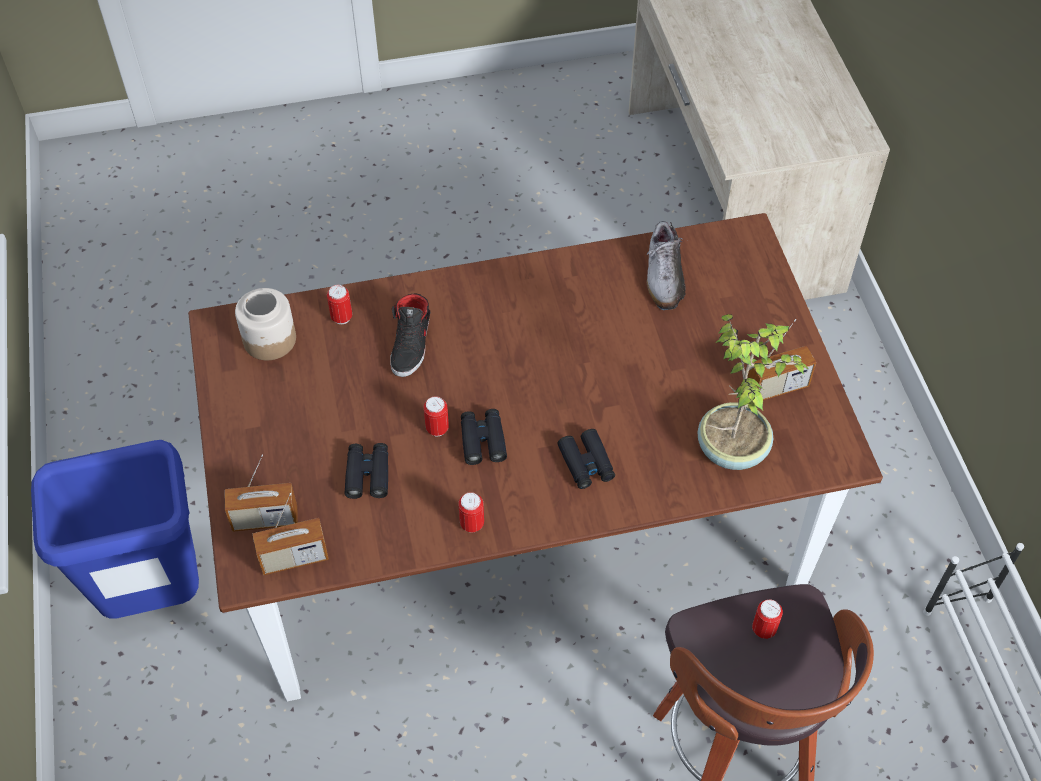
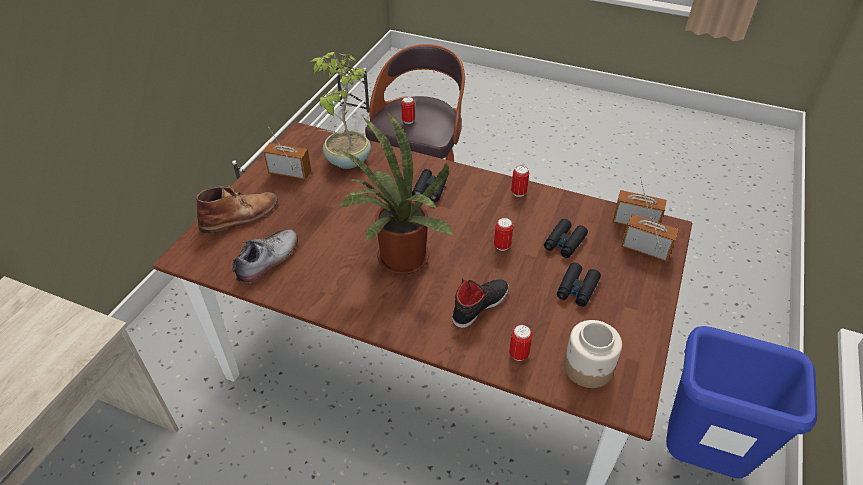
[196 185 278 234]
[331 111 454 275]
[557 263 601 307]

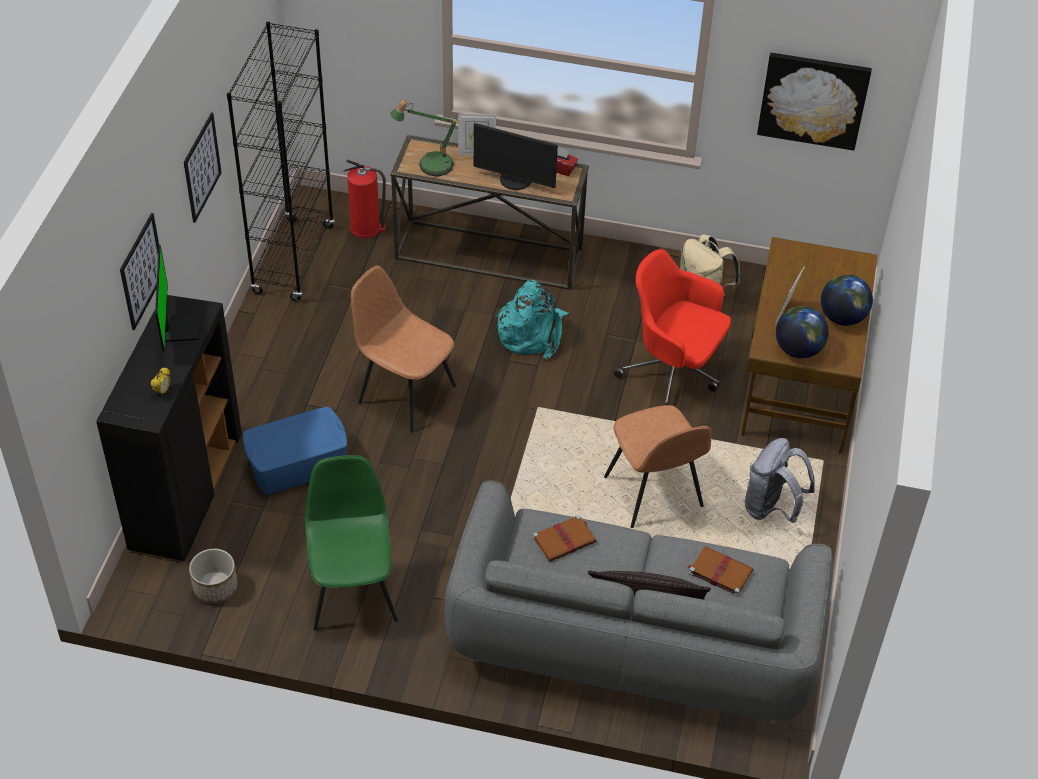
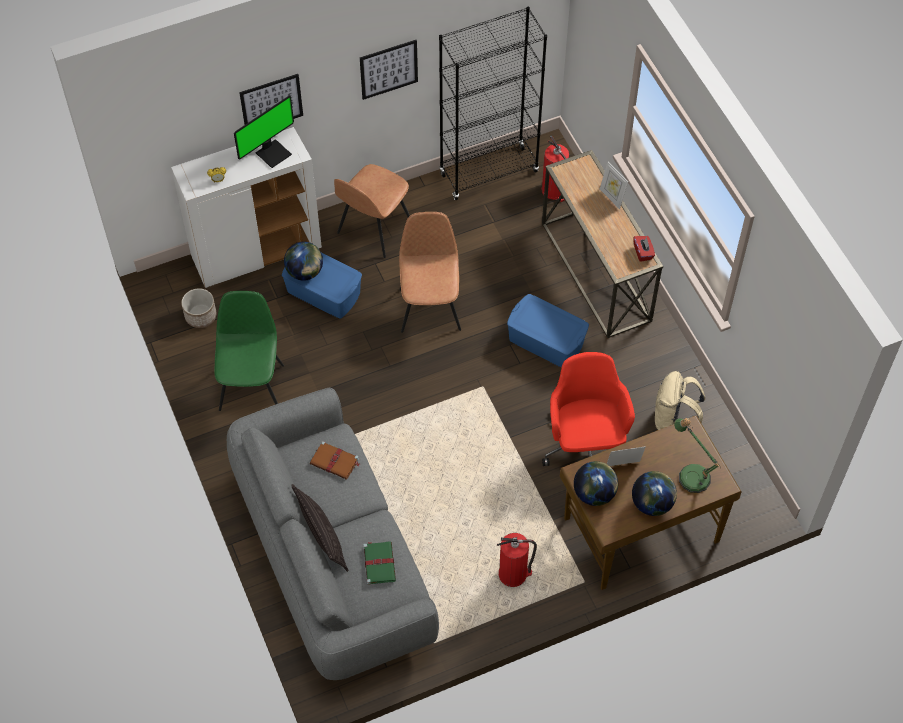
[171 127 322 288]
[214 291 284 411]
[284 242 323 281]
[334 164 410 258]
[363 542 396 585]
[497 533 537 587]
[507 294 589 368]
[674 418 721 493]
[474 123 558 190] (first image)
[757 53 872 151] (first image)

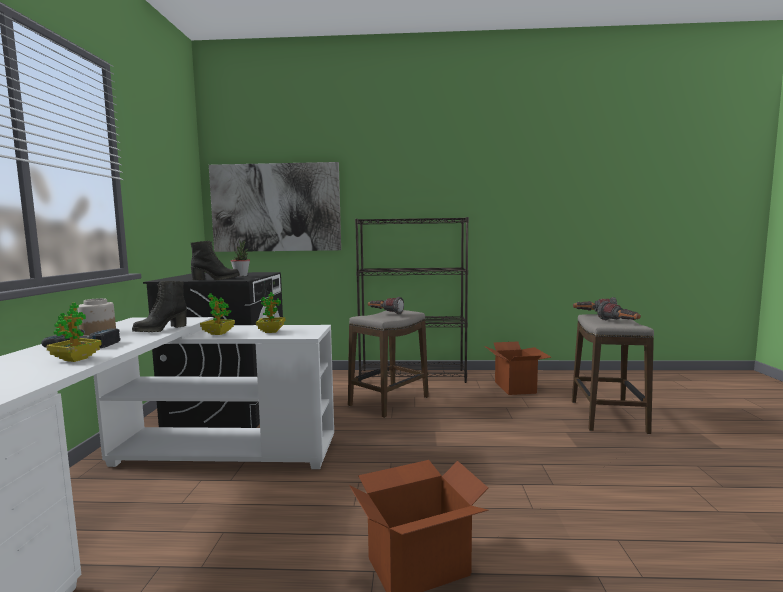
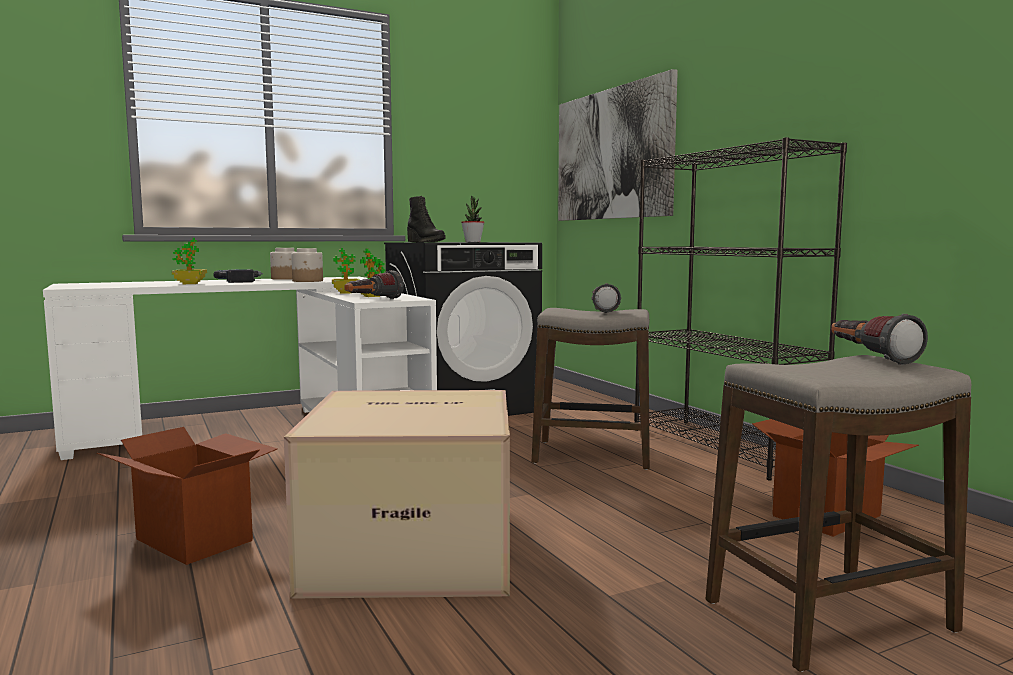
[284 390 510 599]
[291 248 323 282]
[344 270 404 299]

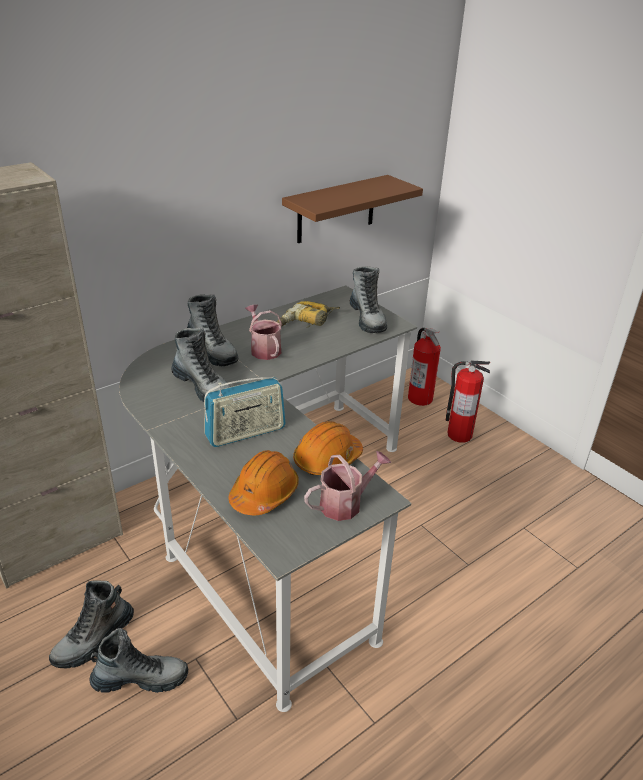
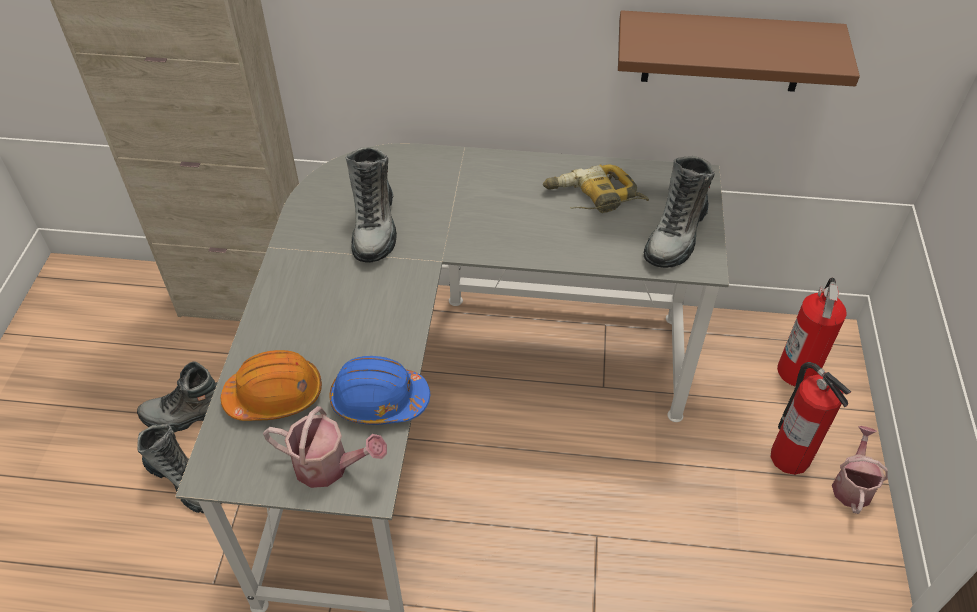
[330 356 430 425]
[832 426 887 514]
[187 294 239 366] (first image)
[204 377 286 447] (first image)

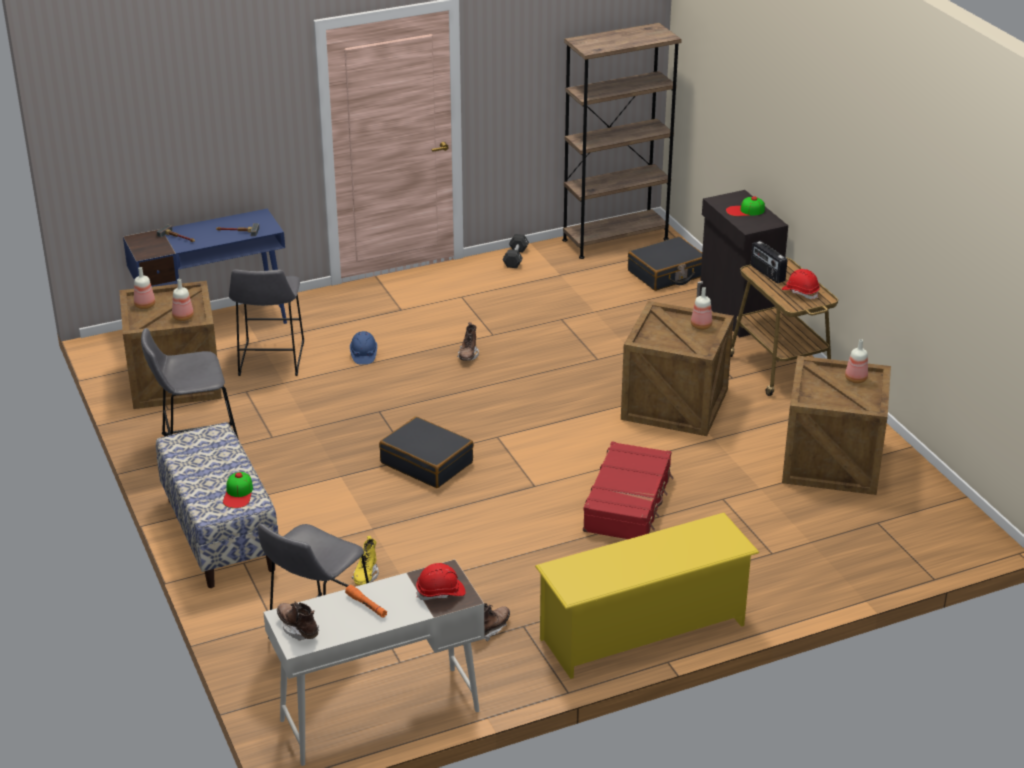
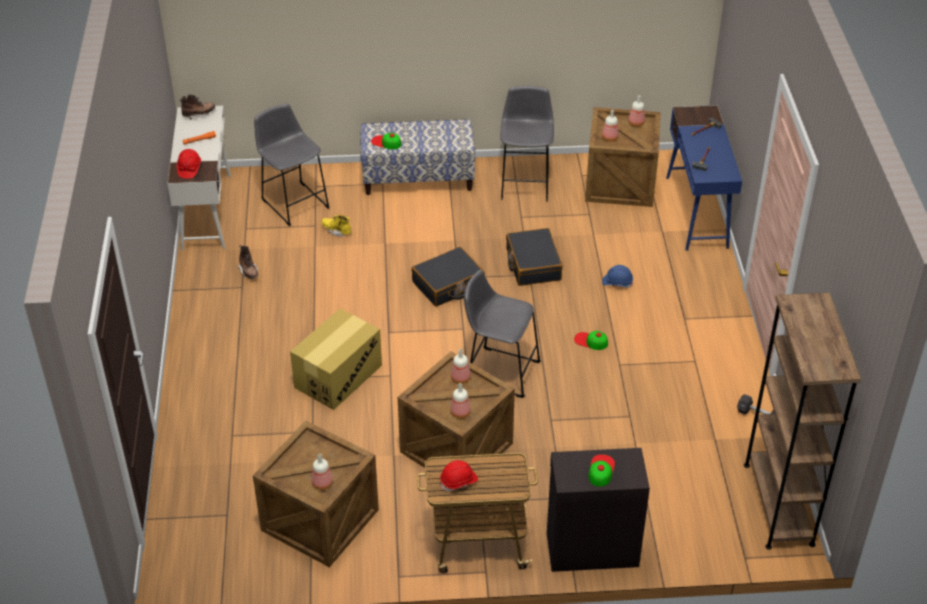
[290 308 382 410]
[451 349 471 384]
[464 270 541 398]
[506 228 563 286]
[574 331 608 350]
[535 513 759 679] (first image)
[751 241 787 283] (first image)

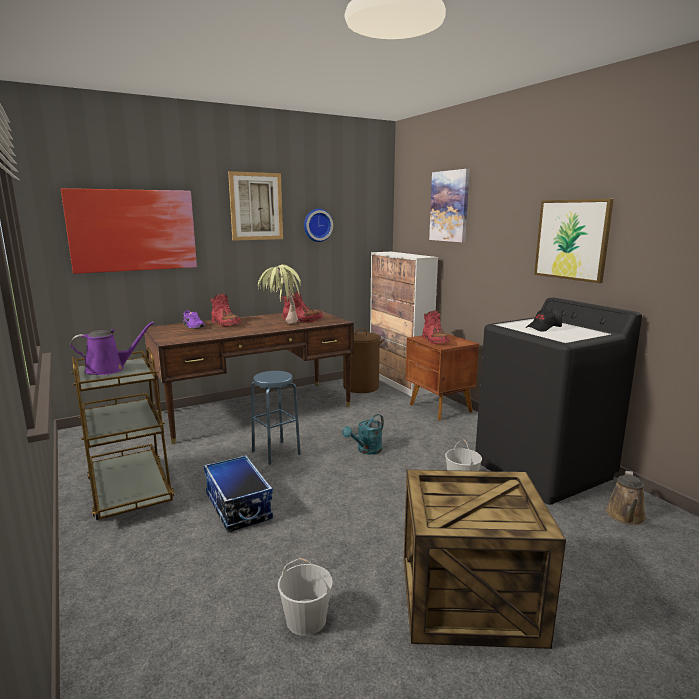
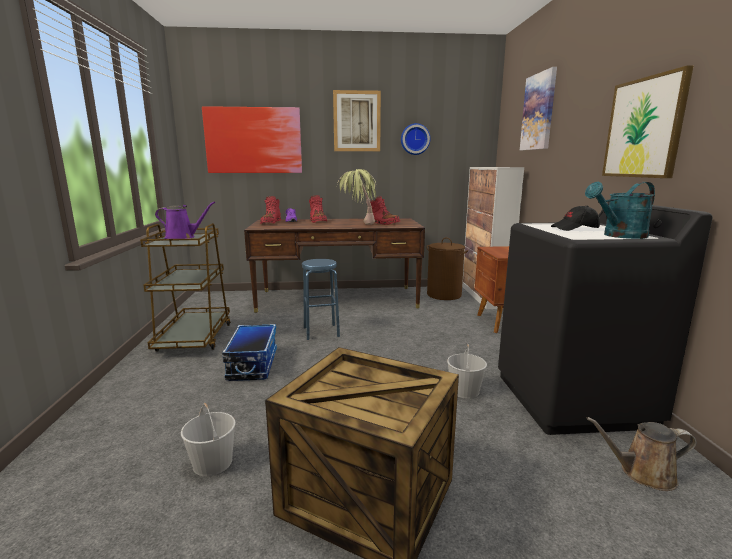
[260 196 281 224]
[585 182 655 239]
[586 417 697 491]

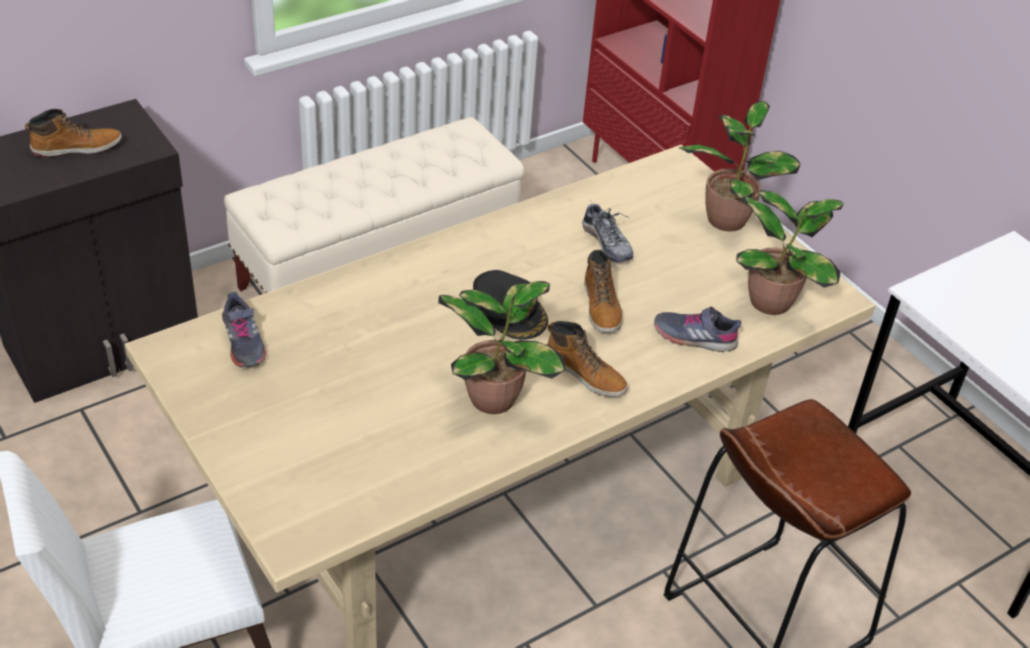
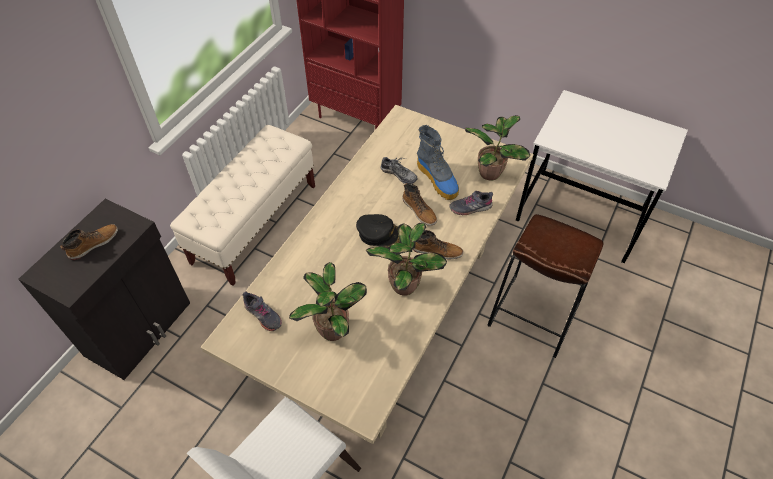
[289 262 367 341]
[417 125 459 200]

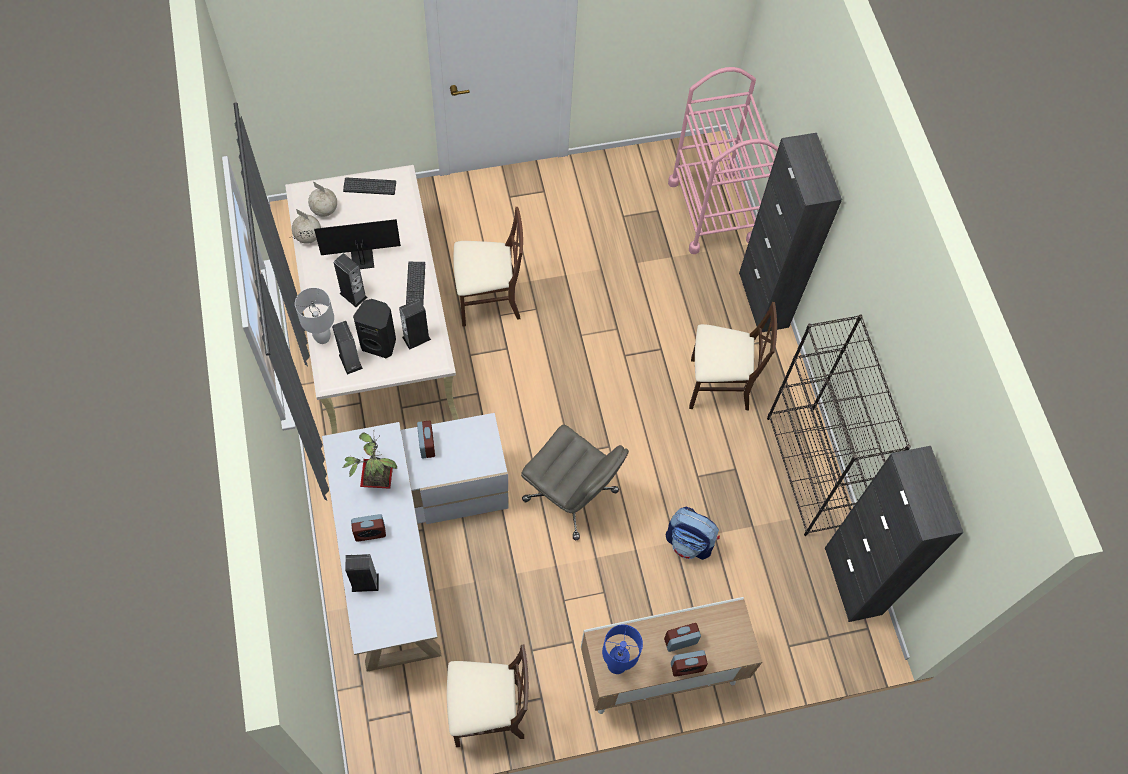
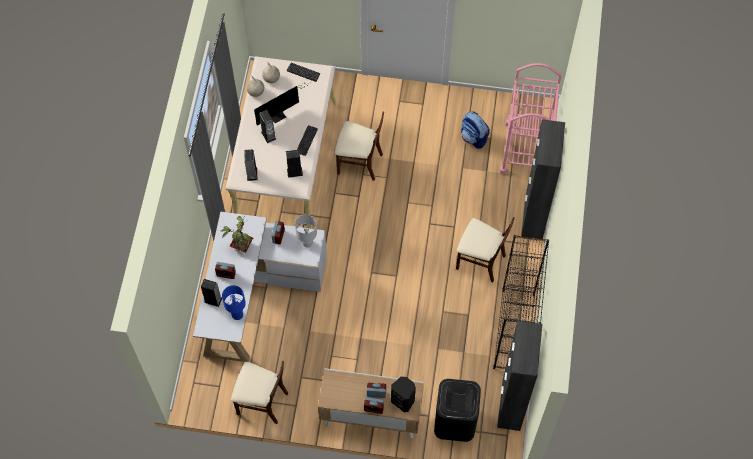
[222 285 246 320]
[254 84 306 126]
[295 215 317 248]
[391 377 416 412]
[434 379 481 442]
[461 111 490 149]
[521 425 629 540] (first image)

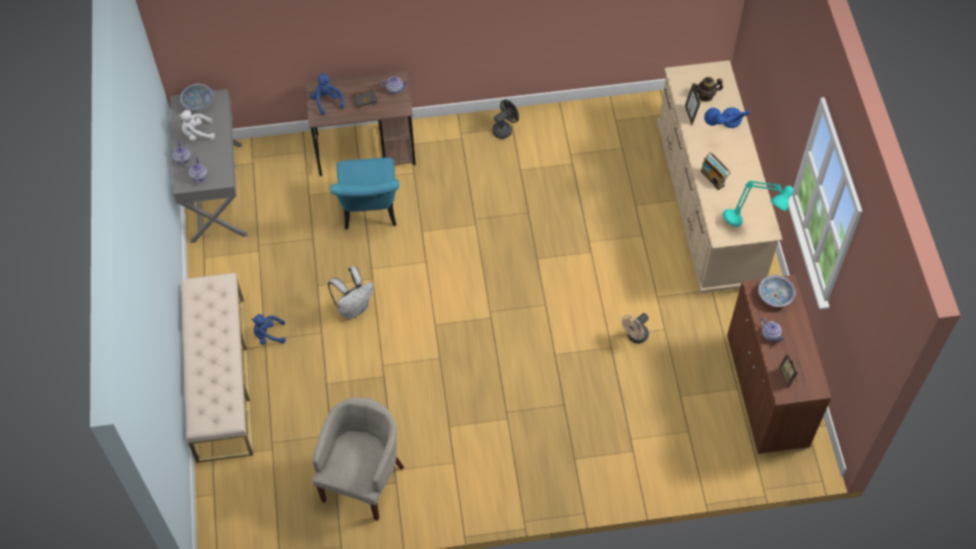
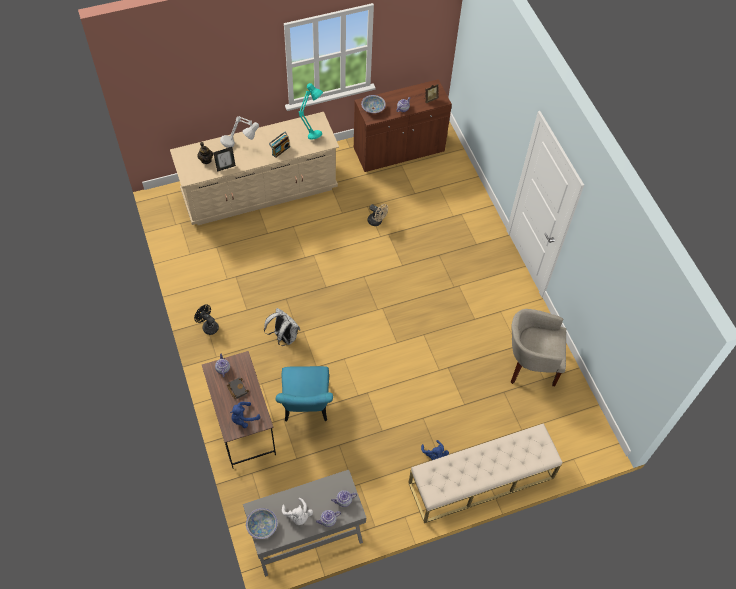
[220 116 259 148]
[264 308 300 346]
[276 366 333 422]

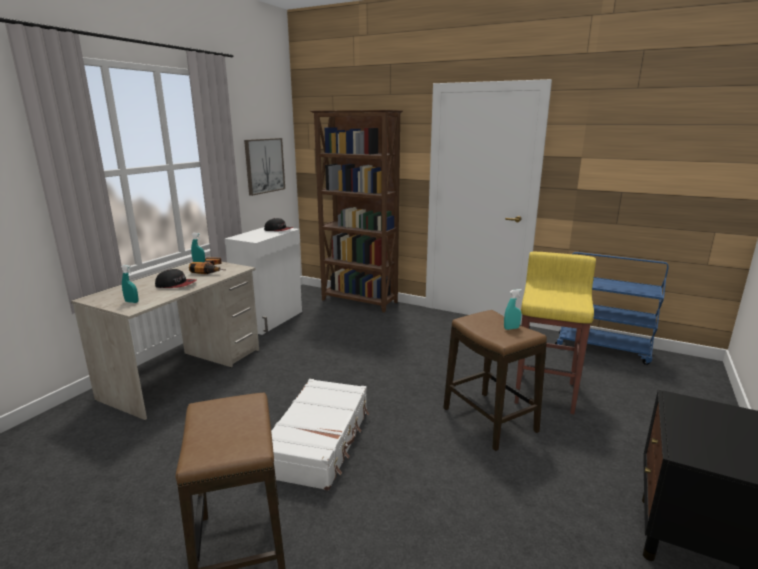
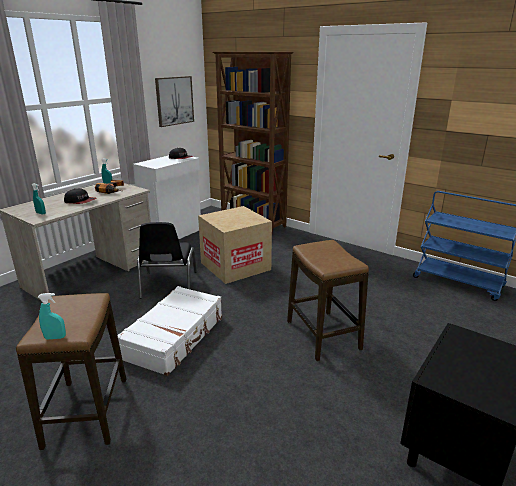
[38 293 66 340]
[137 222 197 299]
[198 206 272 284]
[515 252 596 414] (first image)

